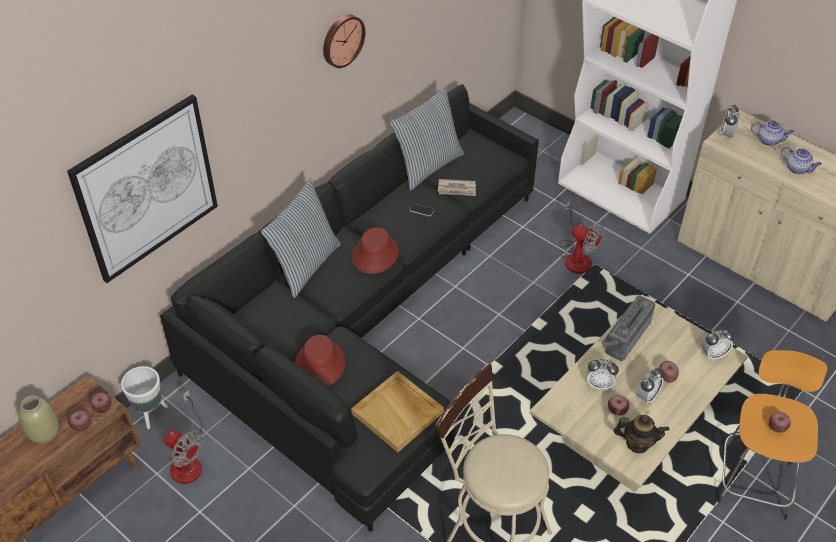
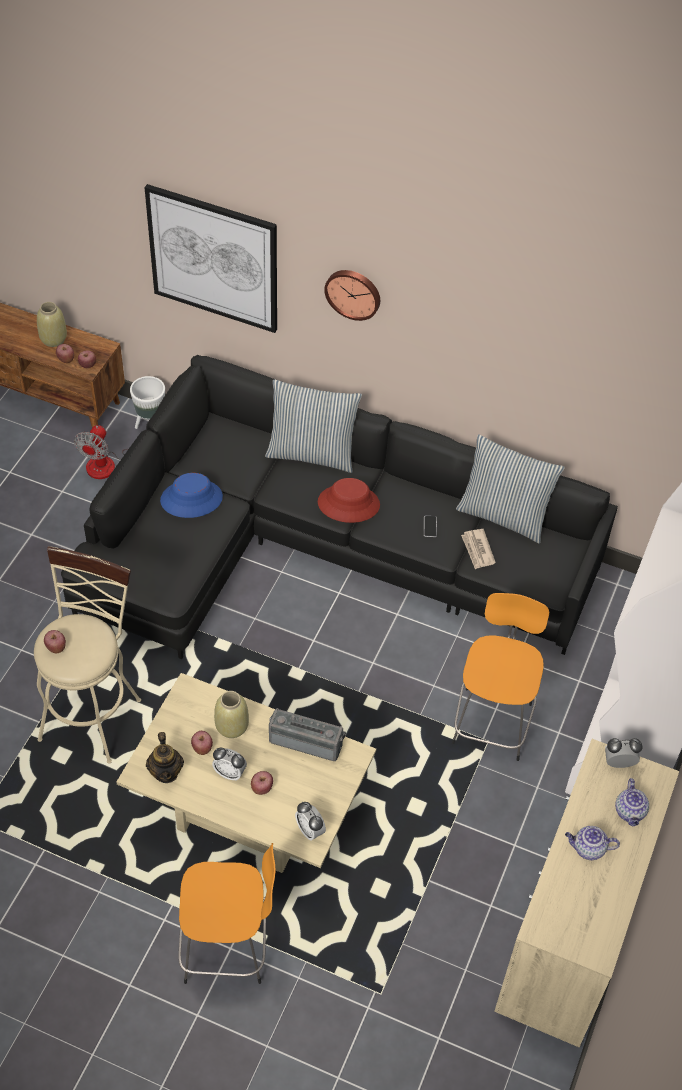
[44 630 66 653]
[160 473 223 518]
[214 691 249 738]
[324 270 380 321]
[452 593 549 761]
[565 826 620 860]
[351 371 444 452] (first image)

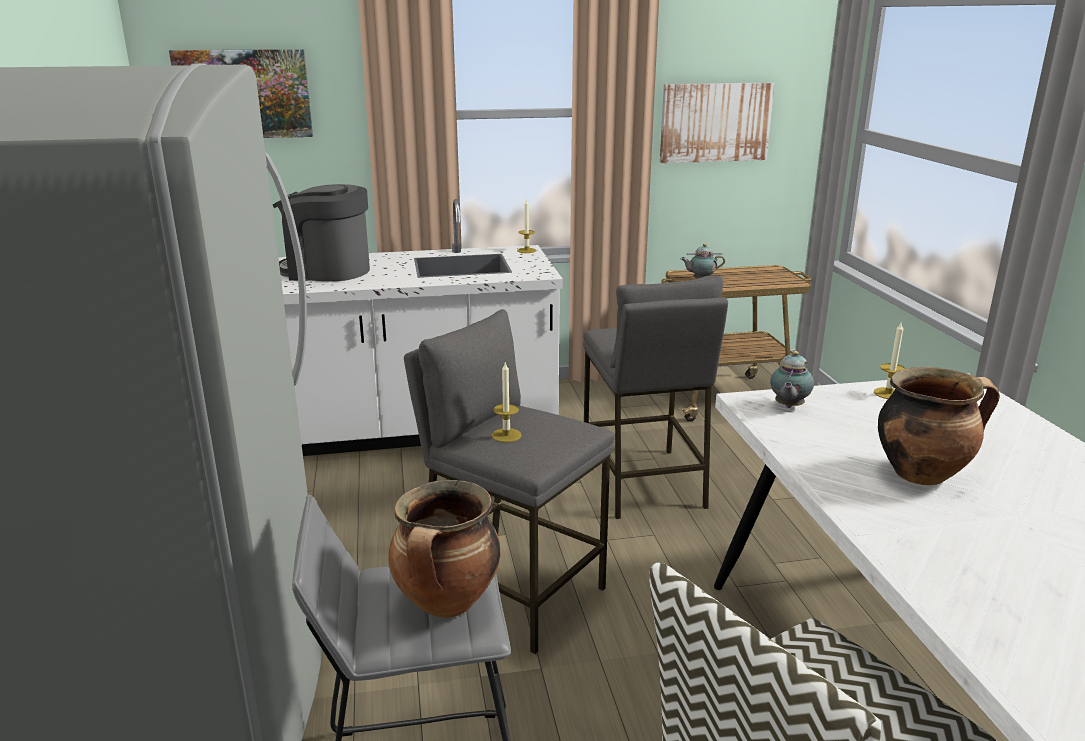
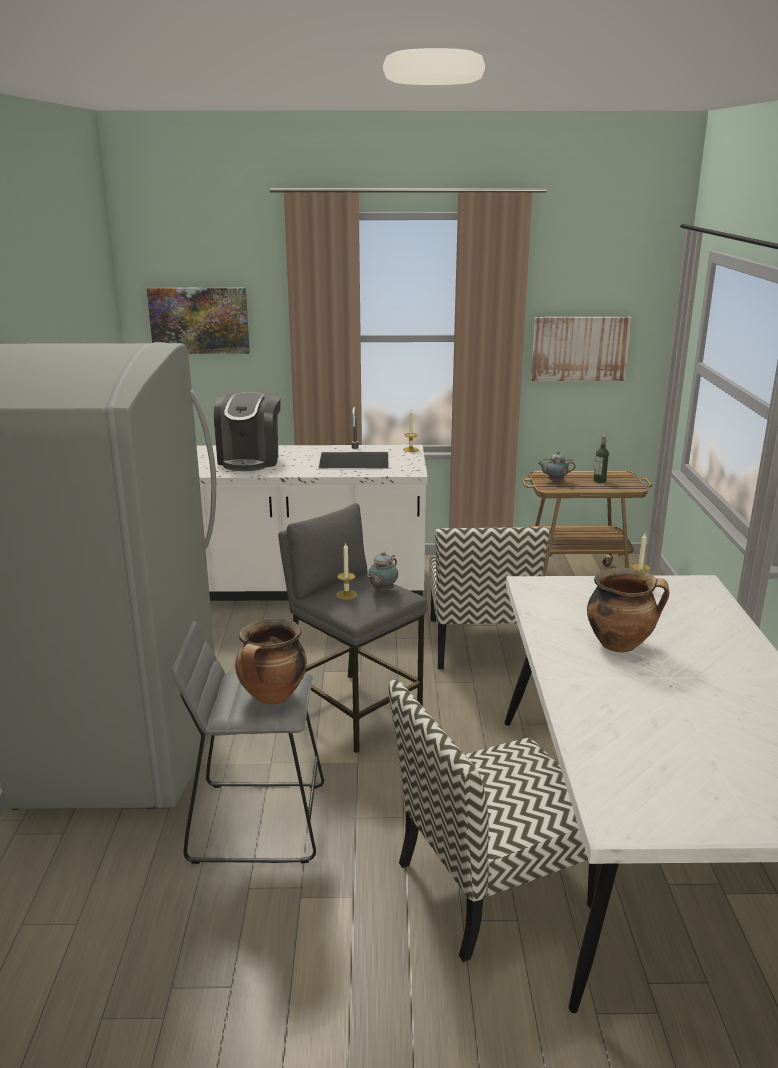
[214 391 281 471]
[367 551 398 592]
[429 527 550 669]
[593 435 609 483]

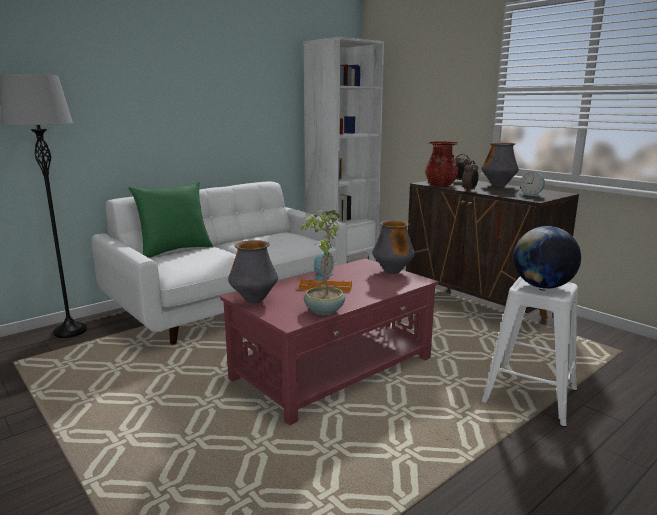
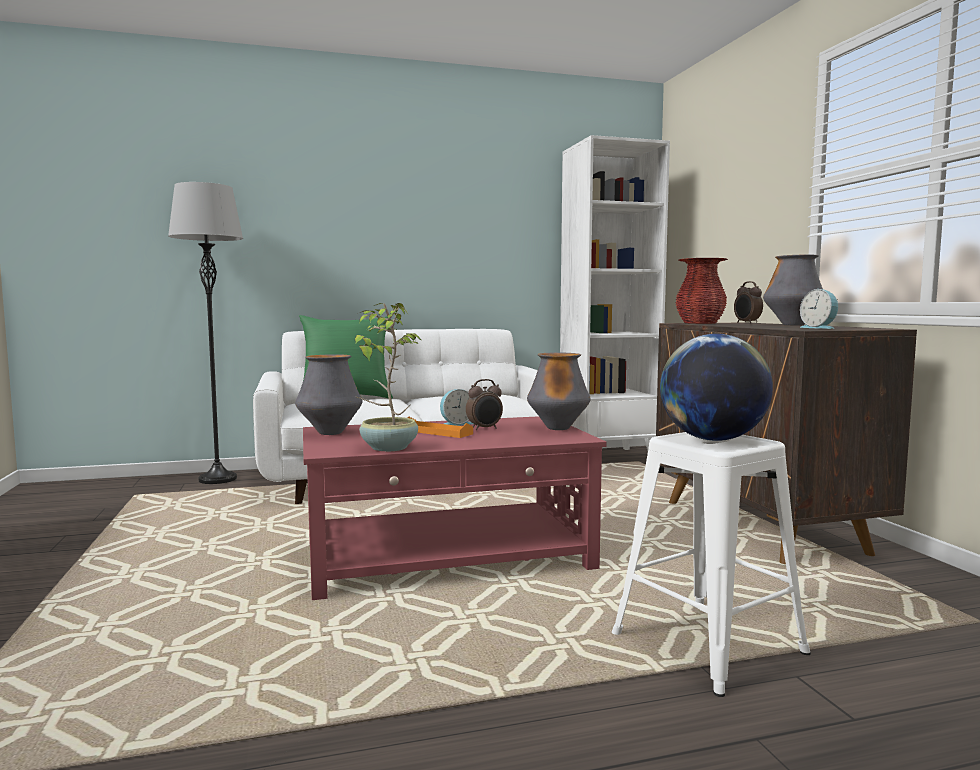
[466 379 503 430]

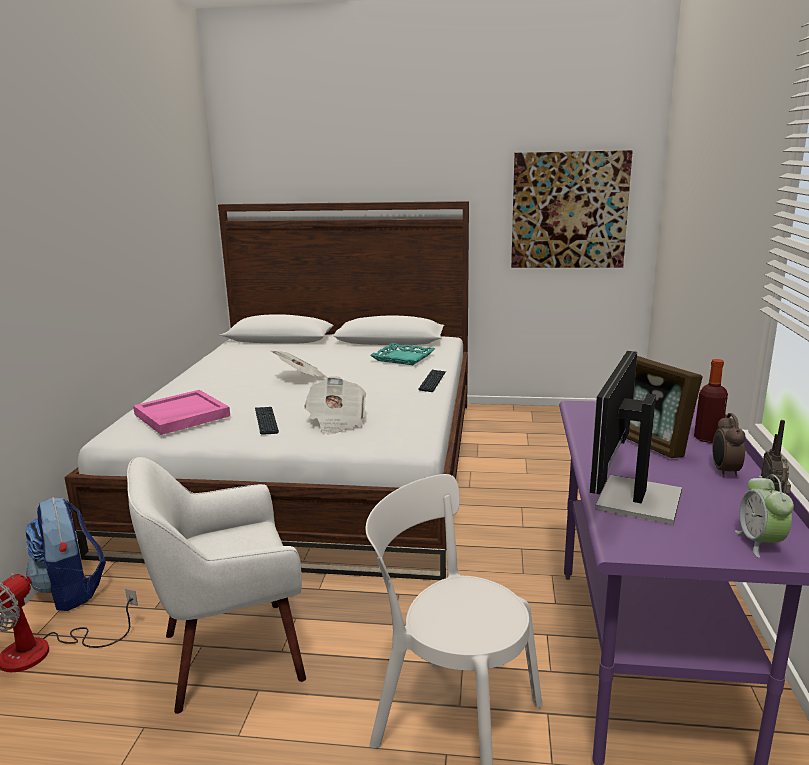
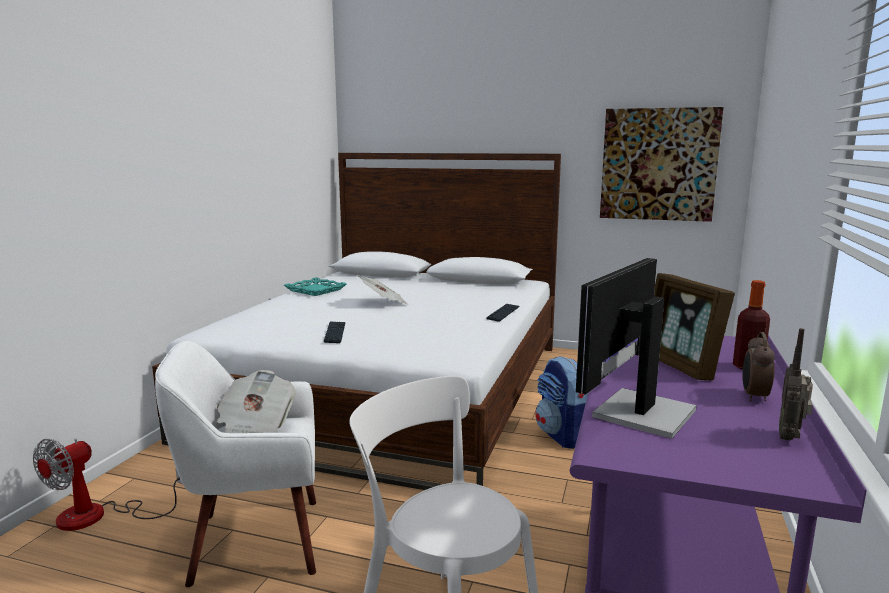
[217 370 296 433]
[284 277 347 296]
[535 356 588 449]
[133 390 230 435] (first image)
[735 474 794 558] (first image)

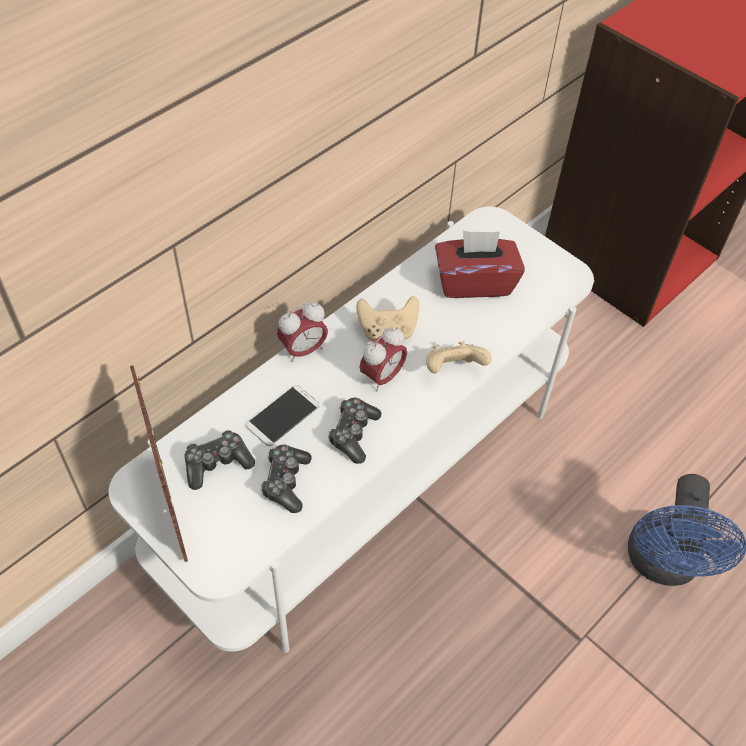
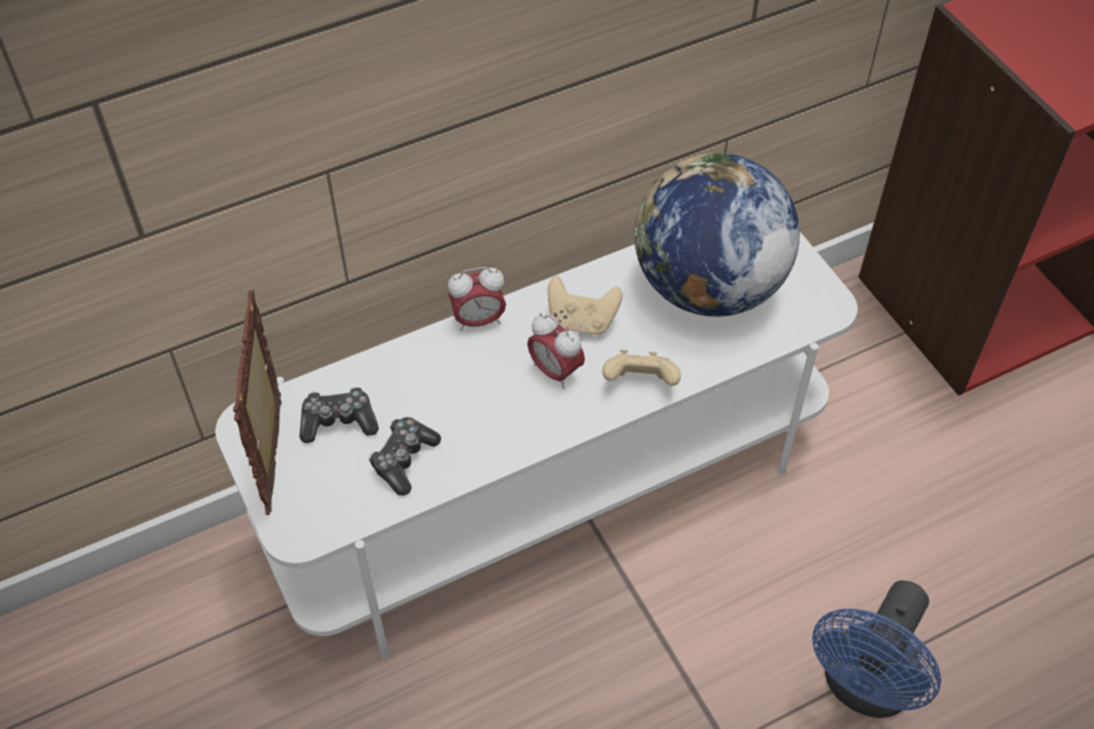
[527 313 585 389]
[634 153 800 317]
[246 385 320 446] (first image)
[328 398 381 464] (first image)

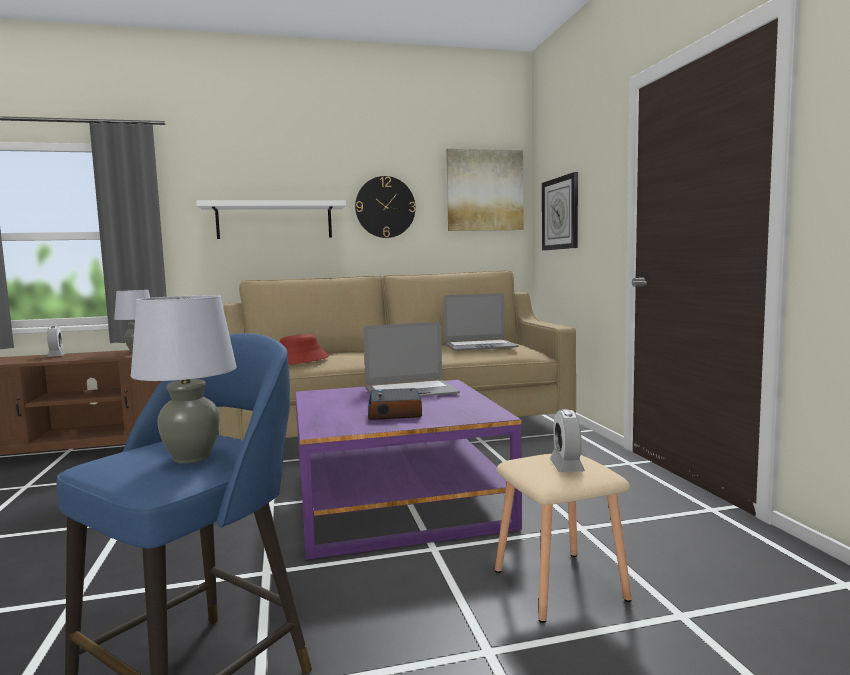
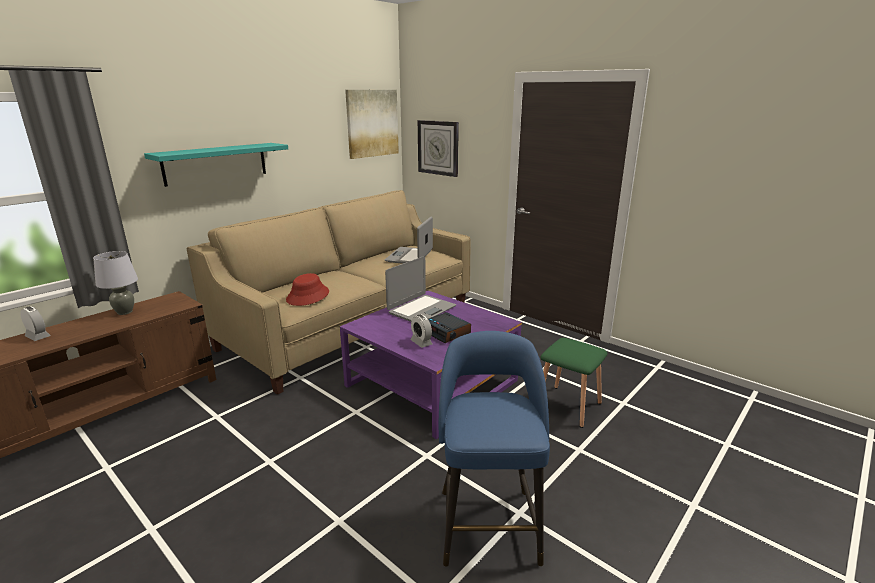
[144 143 288 187]
[385 217 433 264]
[411 315 432 348]
[540 338 608 428]
[131 295 237 464] (first image)
[355 176 415 238] (first image)

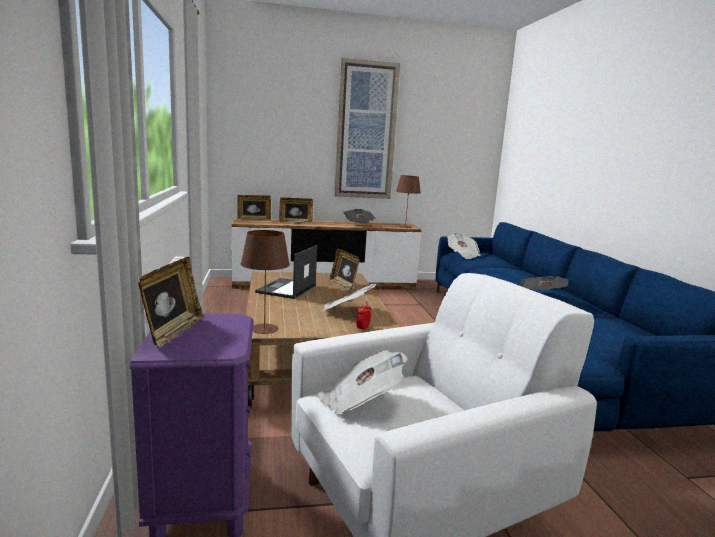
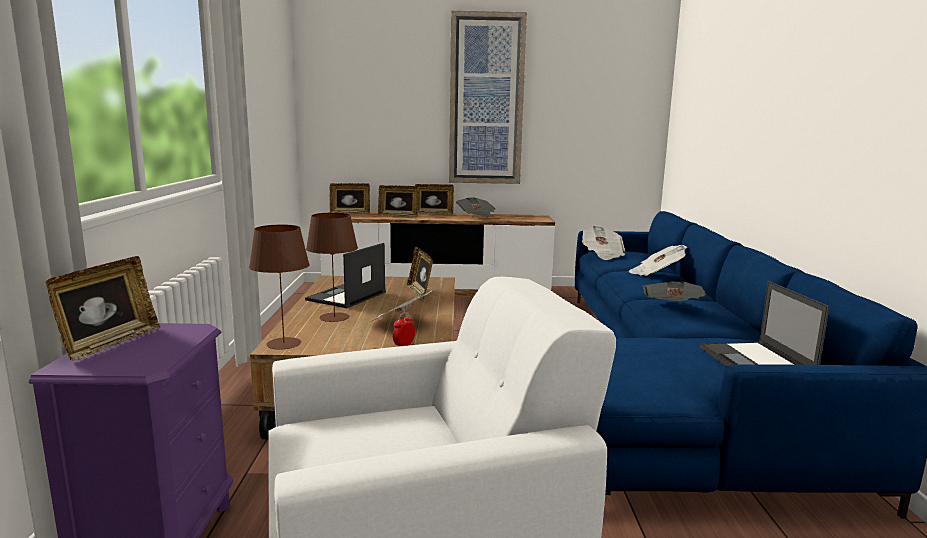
[306 213 358 322]
[415 184 454 215]
[629 245 687 276]
[700 281 830 367]

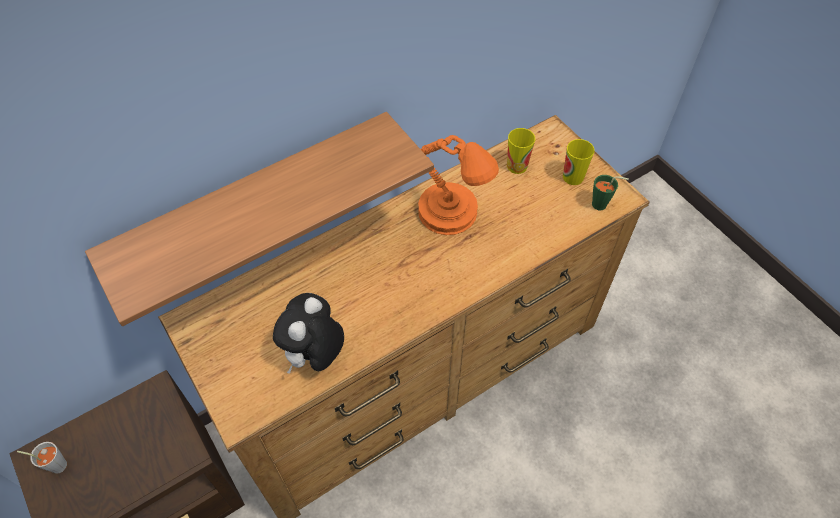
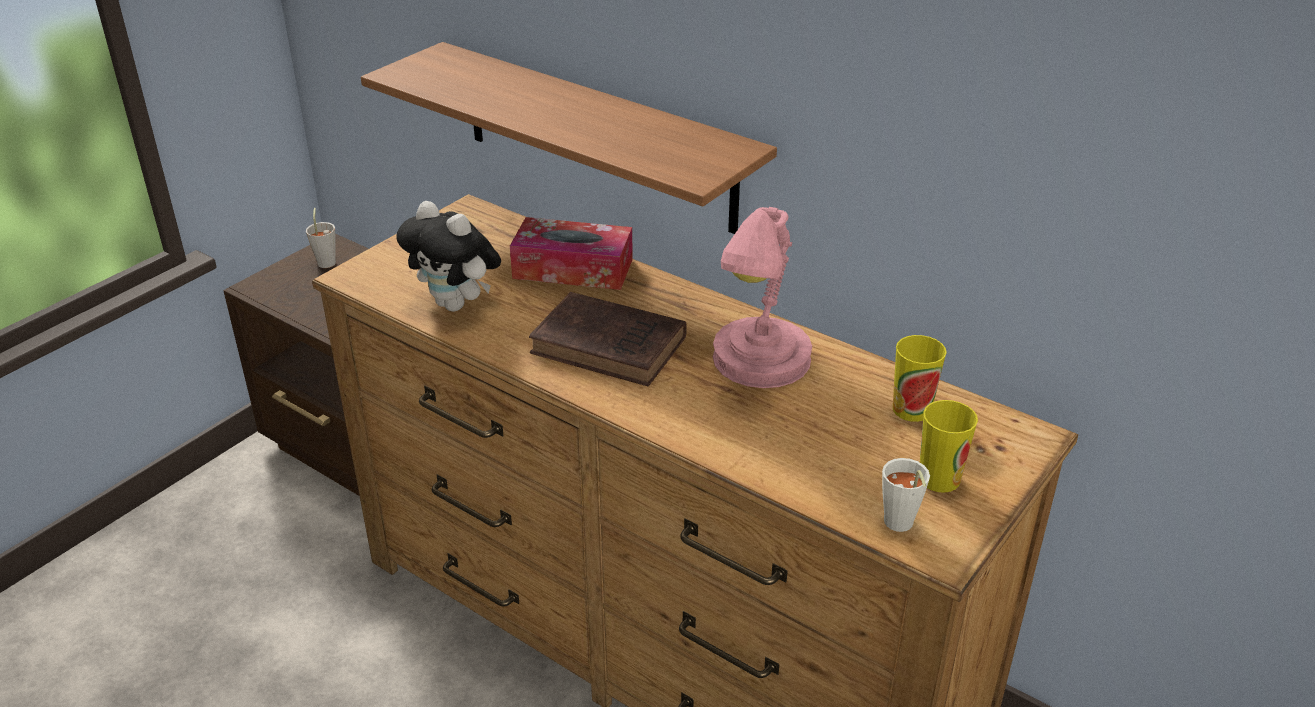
[396 201 501 312]
[510 217 633 290]
[529 292 687 386]
[713 207 812 388]
[882 458 930 532]

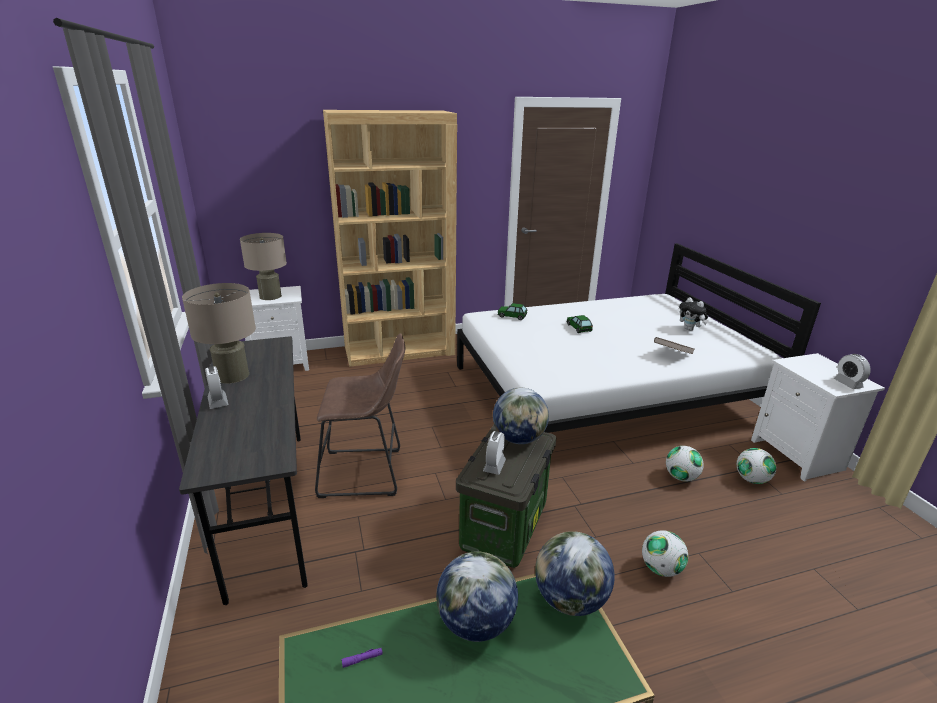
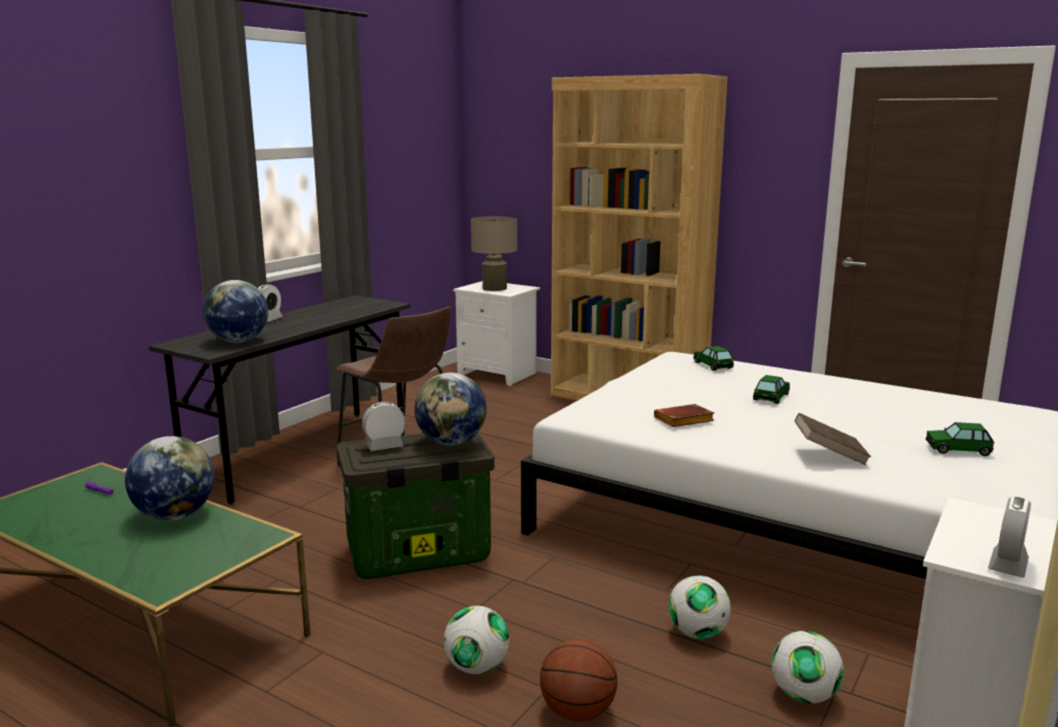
[203 280 268 343]
[540 639 617 721]
[654 404 714 427]
[926 422 994 456]
[182 283 256 384] (first image)

